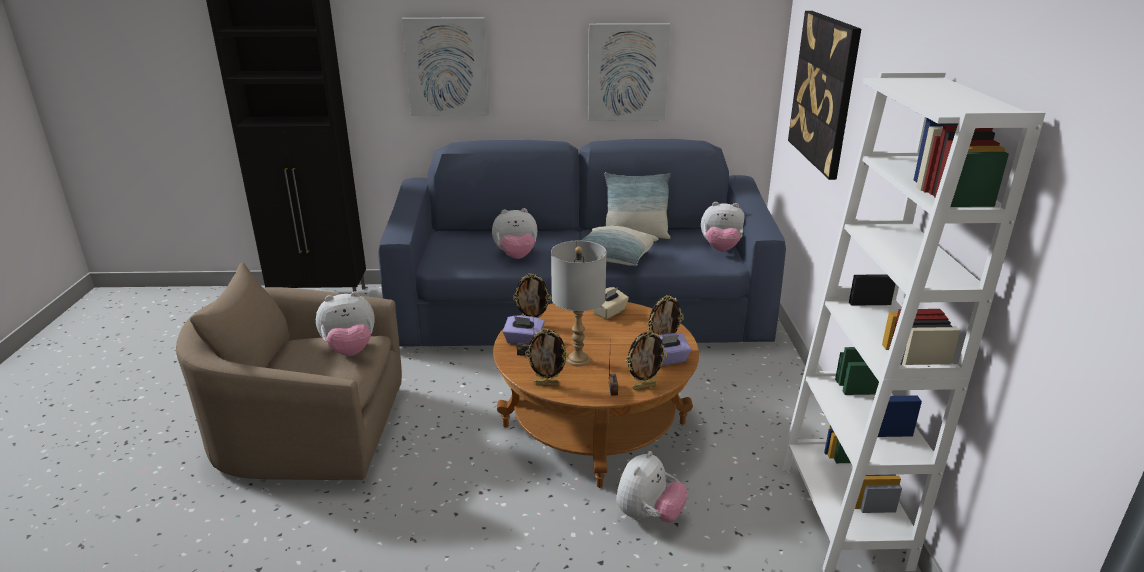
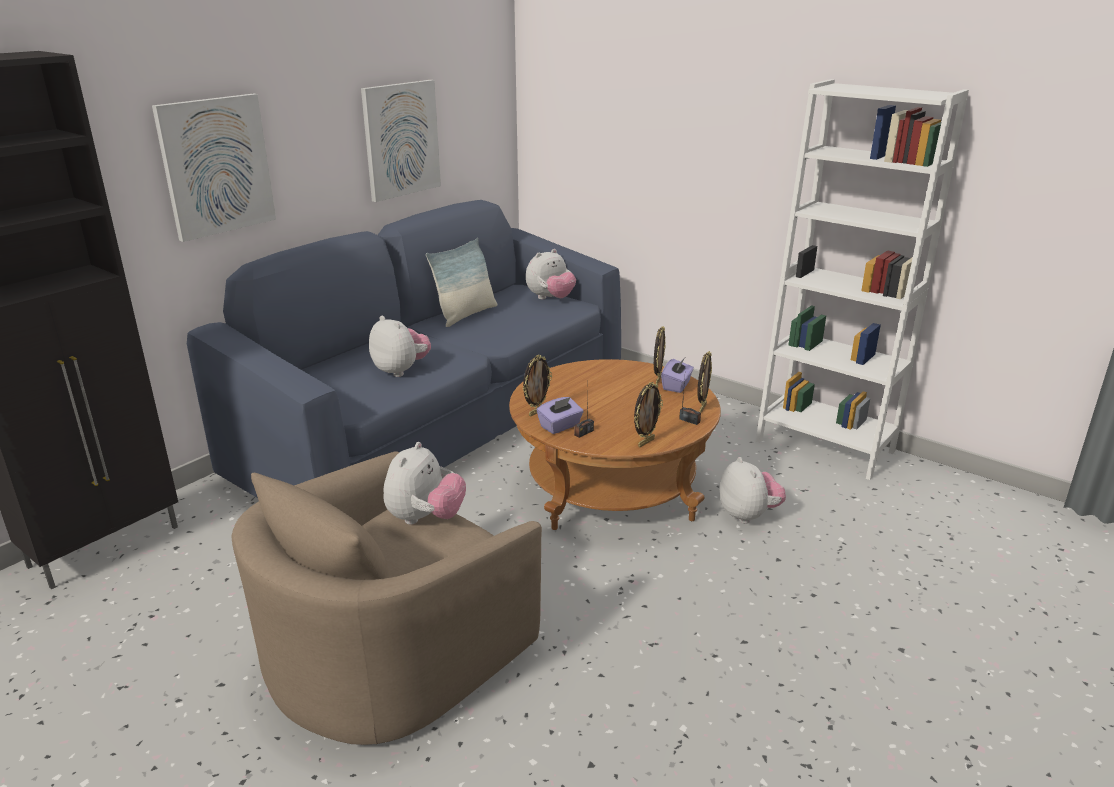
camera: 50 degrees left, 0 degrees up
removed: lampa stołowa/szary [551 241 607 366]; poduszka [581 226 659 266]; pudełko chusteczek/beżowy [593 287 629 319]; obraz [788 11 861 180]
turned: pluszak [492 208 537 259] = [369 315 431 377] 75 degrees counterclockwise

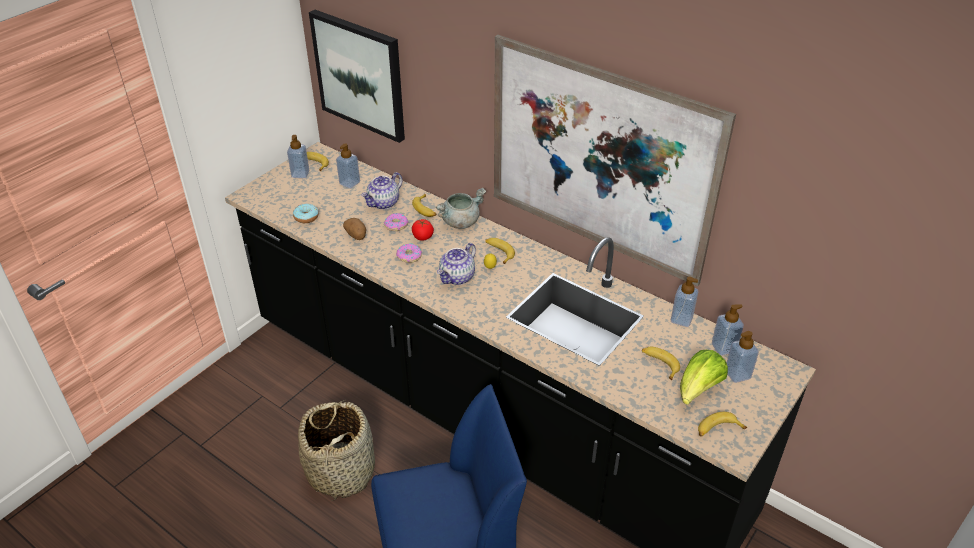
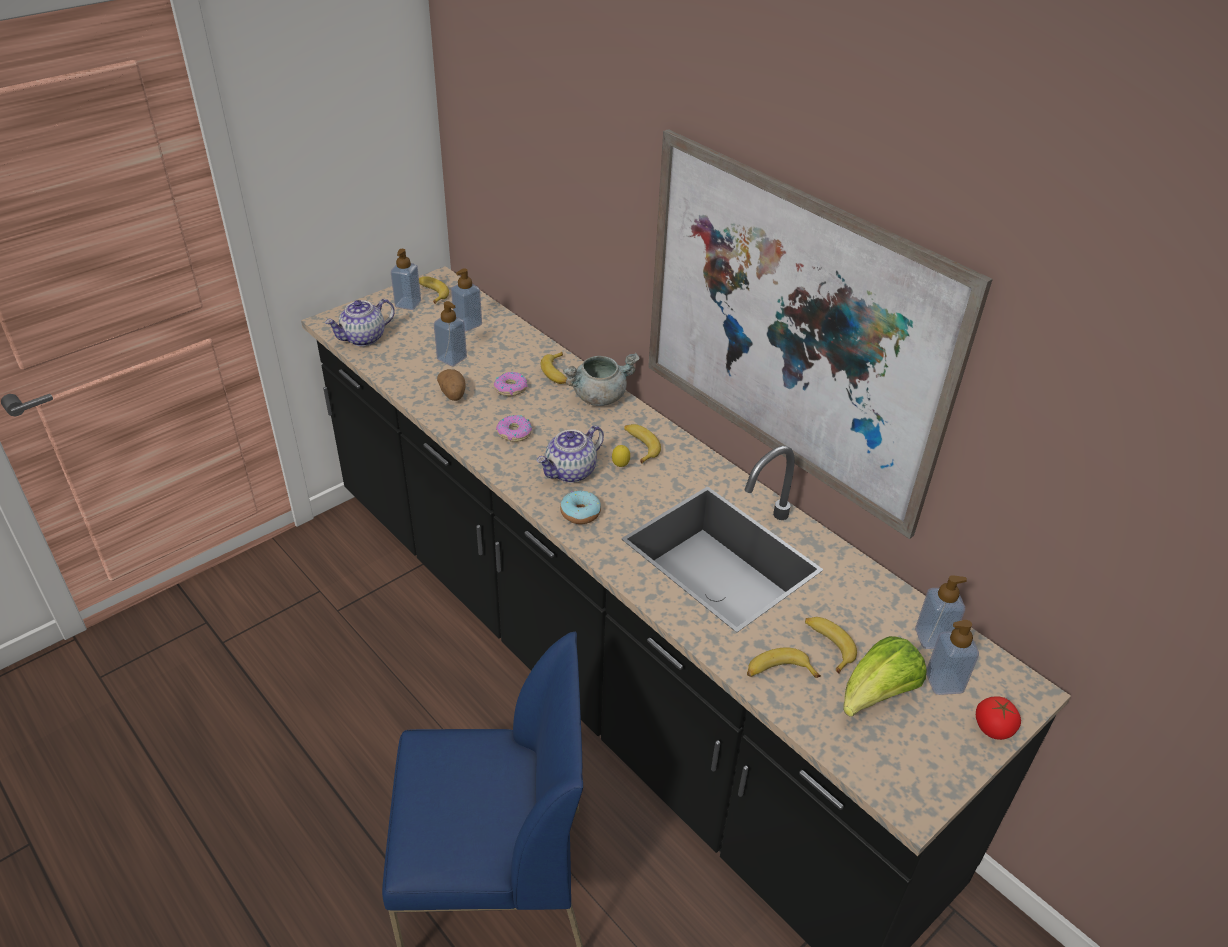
camera: 10 degrees right, 0 degrees up
removed: koszyk [298 400 375 501]; obraz [309 10 405 143]
moved: donut [293 203 319 223] to [560 491 601 524]; imbryk [361 172 403 209] to [325 299 395 346]; pomidor [412 219 434 241] to [976 696 1021 740]; dozownik mydła [671 277 699 327] to [434 301 467 366]; banan [698 412 747 437] to [747 647 821 678]

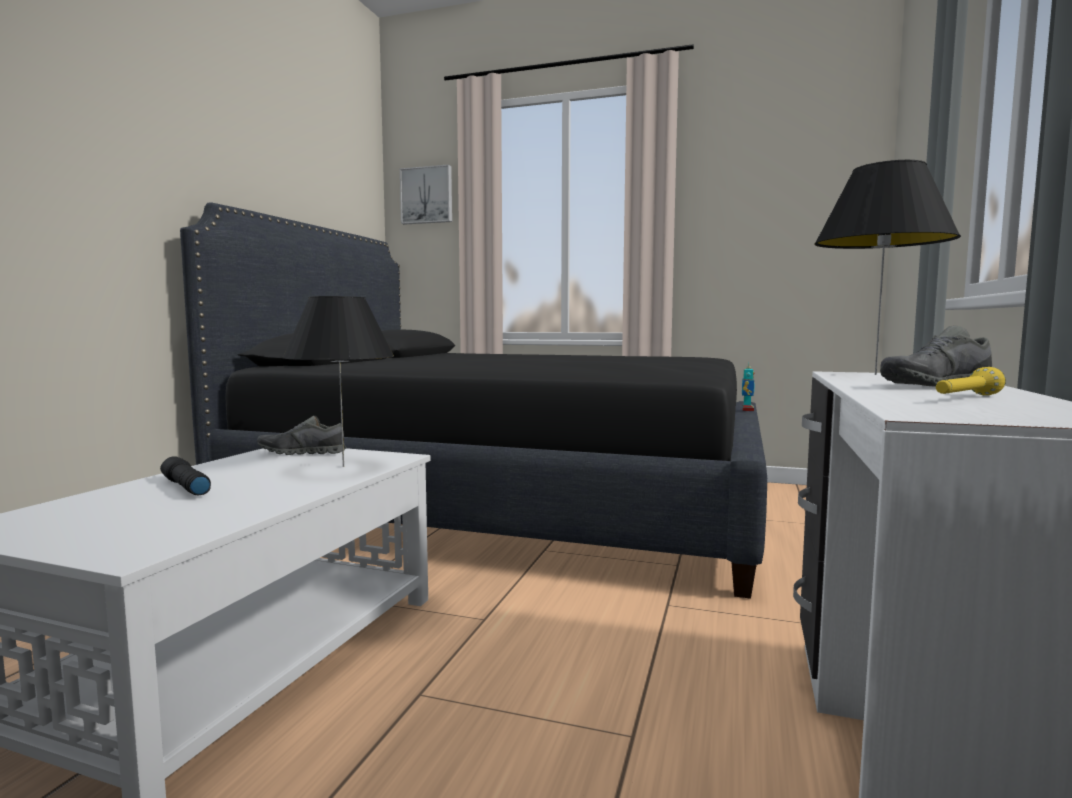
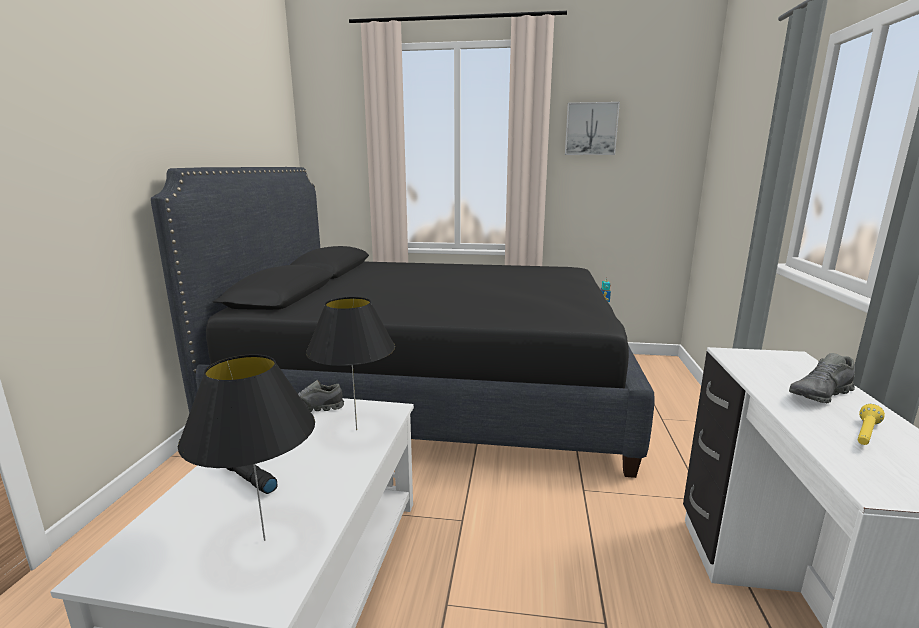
camera: 10 degrees left, 10 degrees up
moved: obraz [400 164 452 225] to [565 102 620 155]; lampa stołowa/czarny [814 160 961 375] to [178 354 315 541]

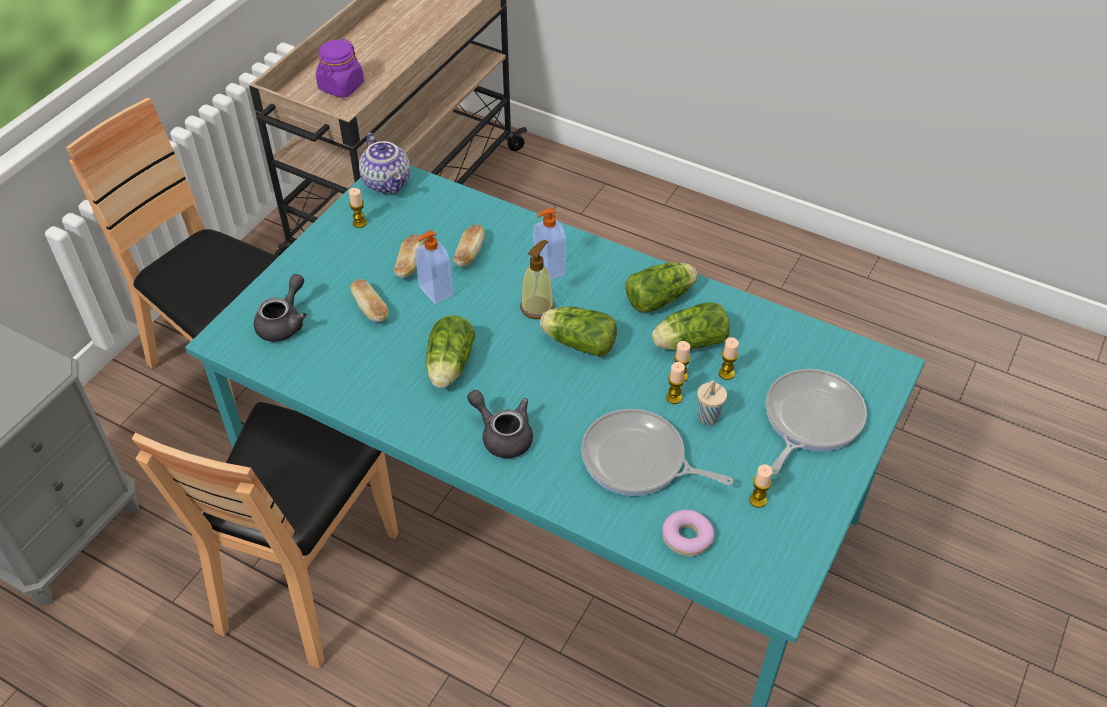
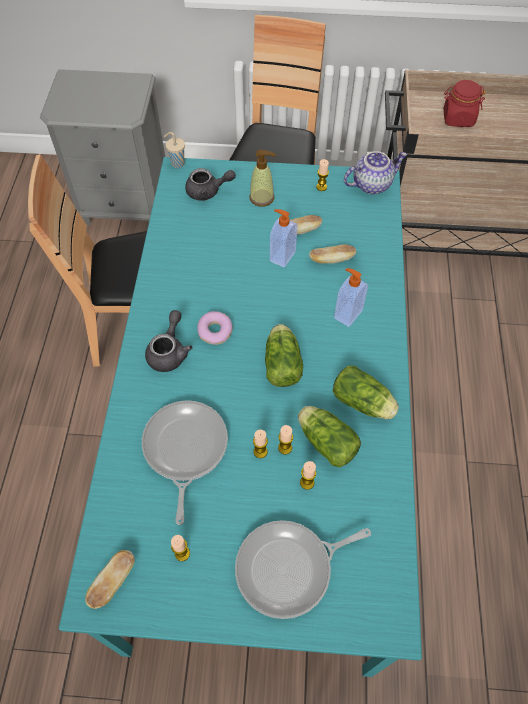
camera: 65 degrees right, 10 degrees up
removed: sałata [426 315 475 388]
moved: chleb [350 279 388 322] to [85 550 135 609]; dozownik mydła [520 240 554 319] to [249 150 276 207]; donut [662 510 715 556] to [197 311 233 345]; filiżanka/beżowy [697 380 727 425] to [164 132 185 168]
recoloured: słoik/fioletowy [316 39 364 98] to słoik/czerwony [443 80 486 127]
turned: imbryk [359 133 410 194] = [344 151 407 194] 150 degrees counterclockwise; patelnia [766 369 867 476] = [235 520 371 619] 150 degrees clockwise

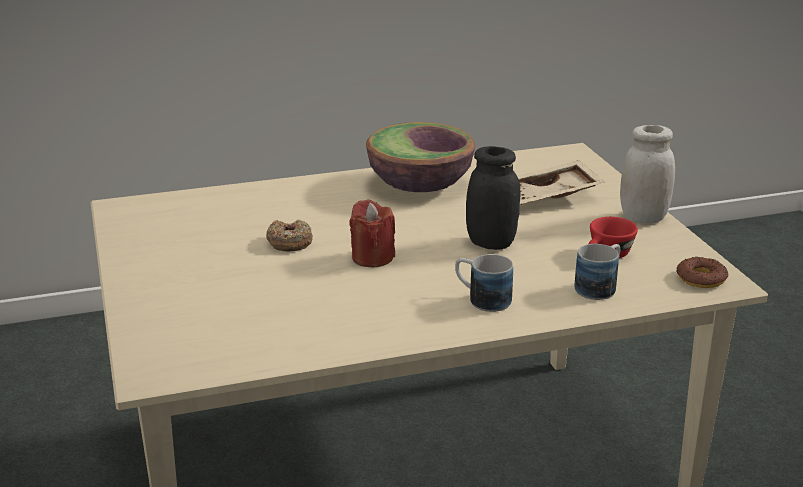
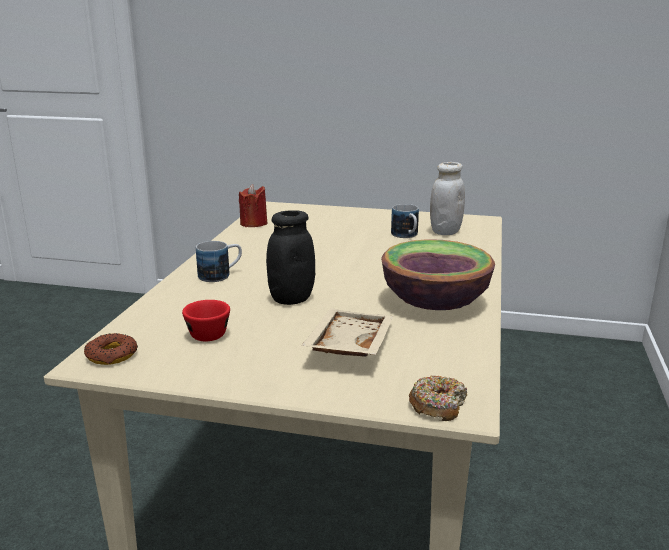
camera: 120 degrees right, 5 degrees down
moved: donut [266 220 313 251] to [409 376 467 421]; świeca/czerwony [349 200 395 267] to [239 184 268 227]; kubek [574 244 620 300] to [391 204 419 238]; słoik/biały [620 125 675 223] to [430 162 465 235]

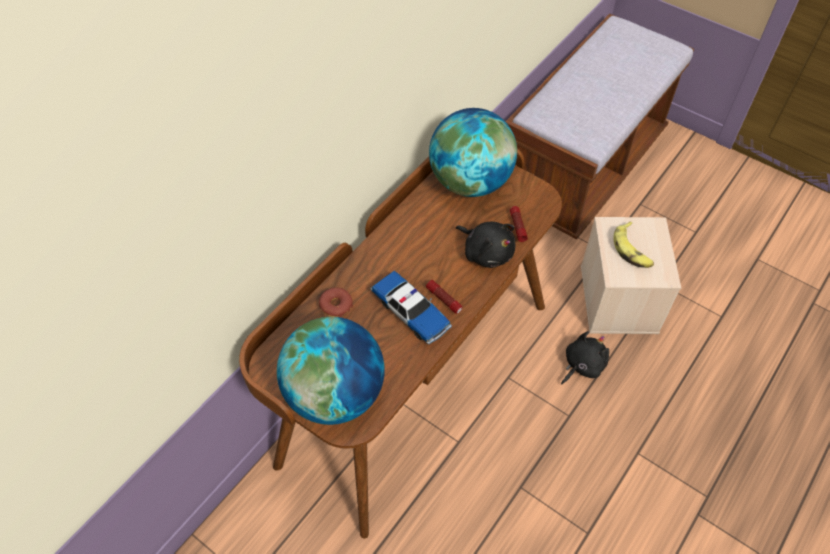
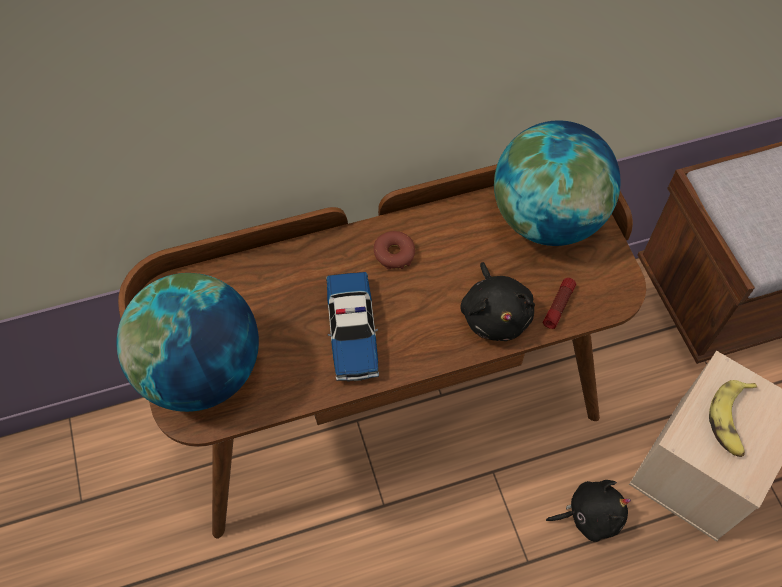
camera: 35 degrees right, 5 degrees up
removed: latarka [426 280 462 314]
moved: donut [319 287 353 317] to [373 231 415 269]

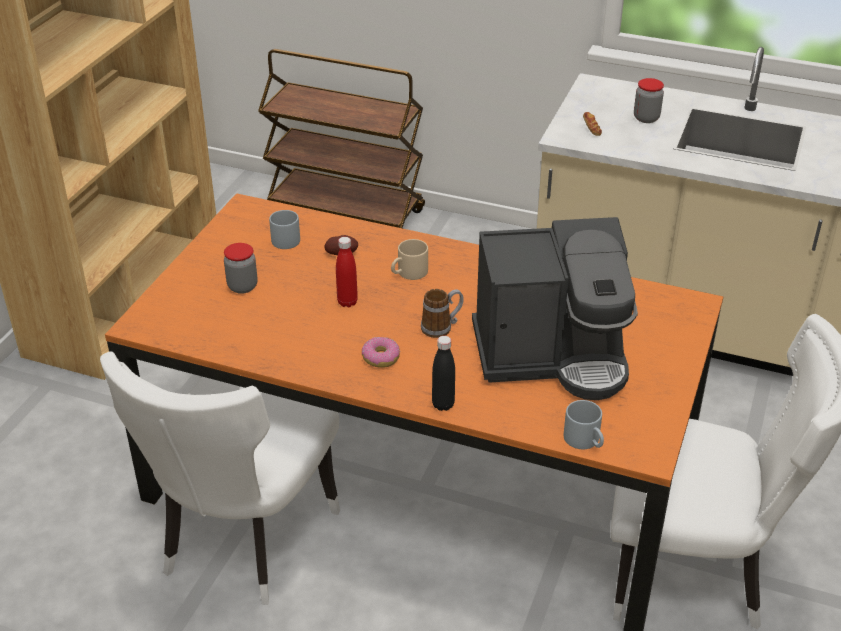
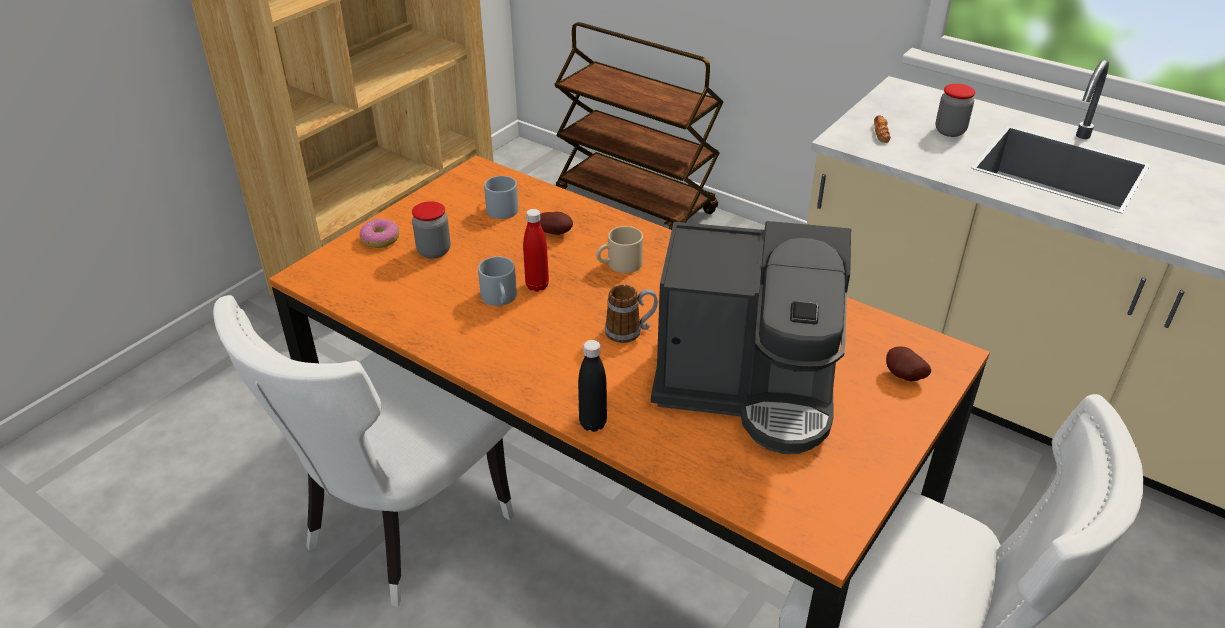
camera: 15 degrees right, 0 degrees up
added: ziemniak [886 346 931 382]
moved: donut [362 337 400 368] to [360 218 399 248]; kubek/szary [564 400 604 449] to [478 256 517 306]

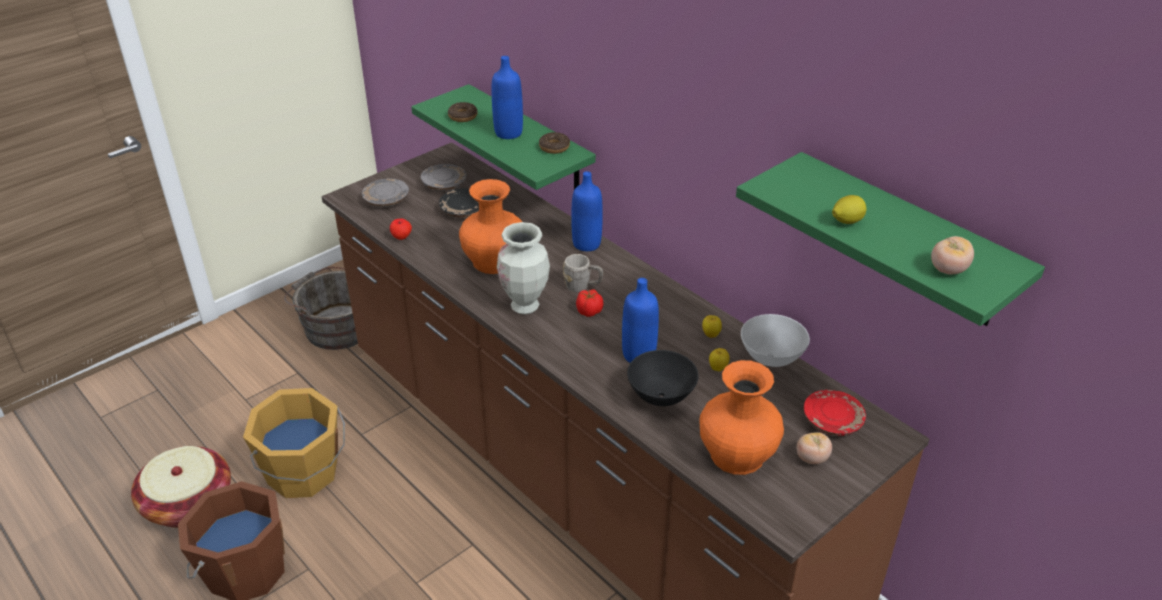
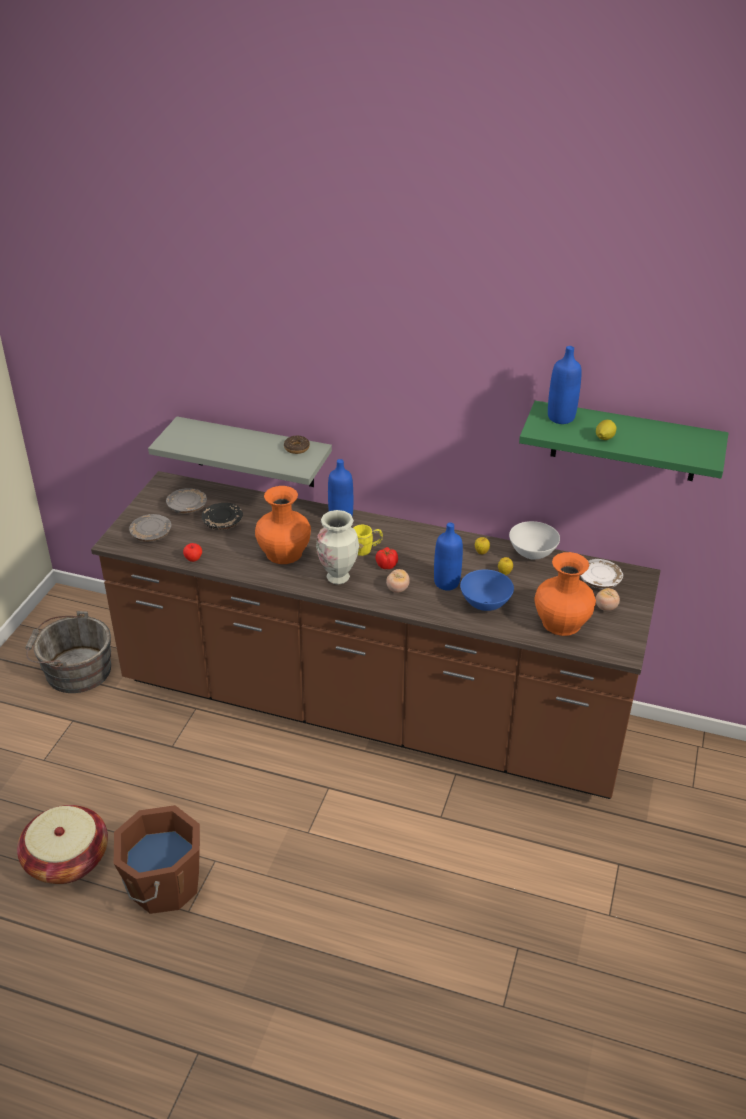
camera: 30 degrees left, 0 degrees up
removed: wiadro/pomarańczowy [243 388 345 498]; donut [448 102 478 122]
moved: butelka/niebieski [492 56 523 139] to [548 346 582 424]; pomidor [931 236 974 275] to [386 569 410 593]
recoloured: półka/zielony [411 84 596 190] to półka/szary [148 416 332 487]; kubek/szary [563 254 603 292] to kubek/żółty [354 525 383 556]; miska/czarny [627 350 699 406] to miska/niebieski [460 570 514 611]; talerz/czerwony [804 390 866 436] to talerz/biały [580 559 623 589]

